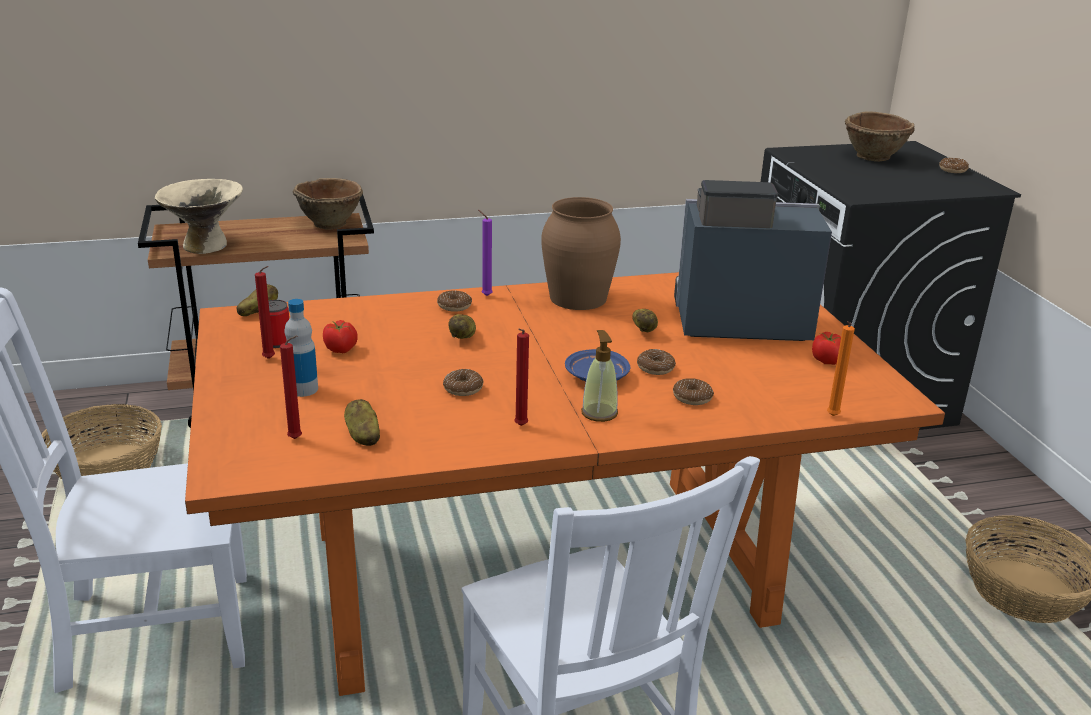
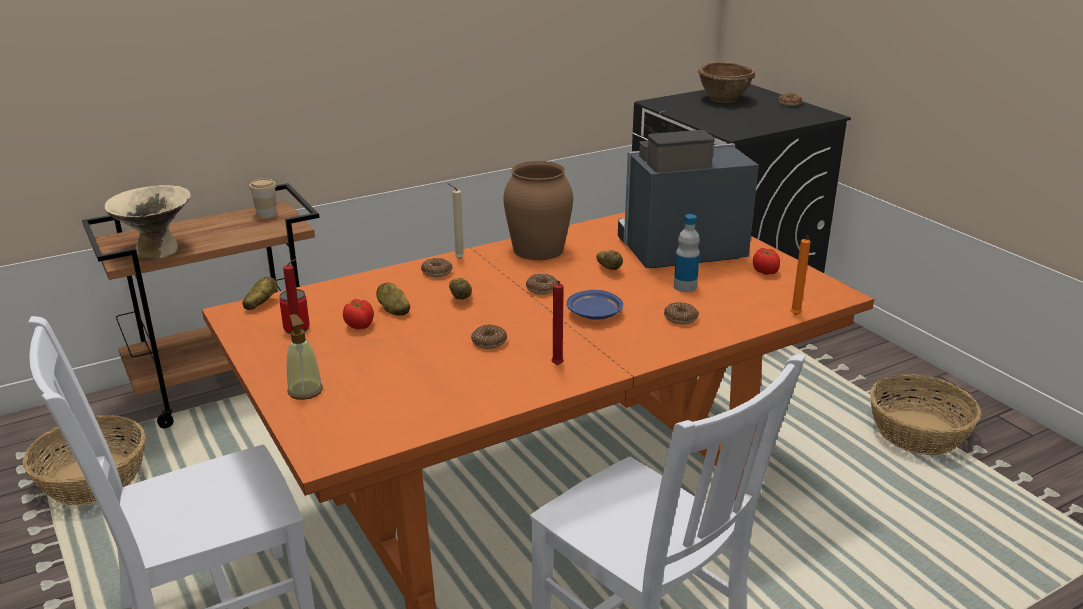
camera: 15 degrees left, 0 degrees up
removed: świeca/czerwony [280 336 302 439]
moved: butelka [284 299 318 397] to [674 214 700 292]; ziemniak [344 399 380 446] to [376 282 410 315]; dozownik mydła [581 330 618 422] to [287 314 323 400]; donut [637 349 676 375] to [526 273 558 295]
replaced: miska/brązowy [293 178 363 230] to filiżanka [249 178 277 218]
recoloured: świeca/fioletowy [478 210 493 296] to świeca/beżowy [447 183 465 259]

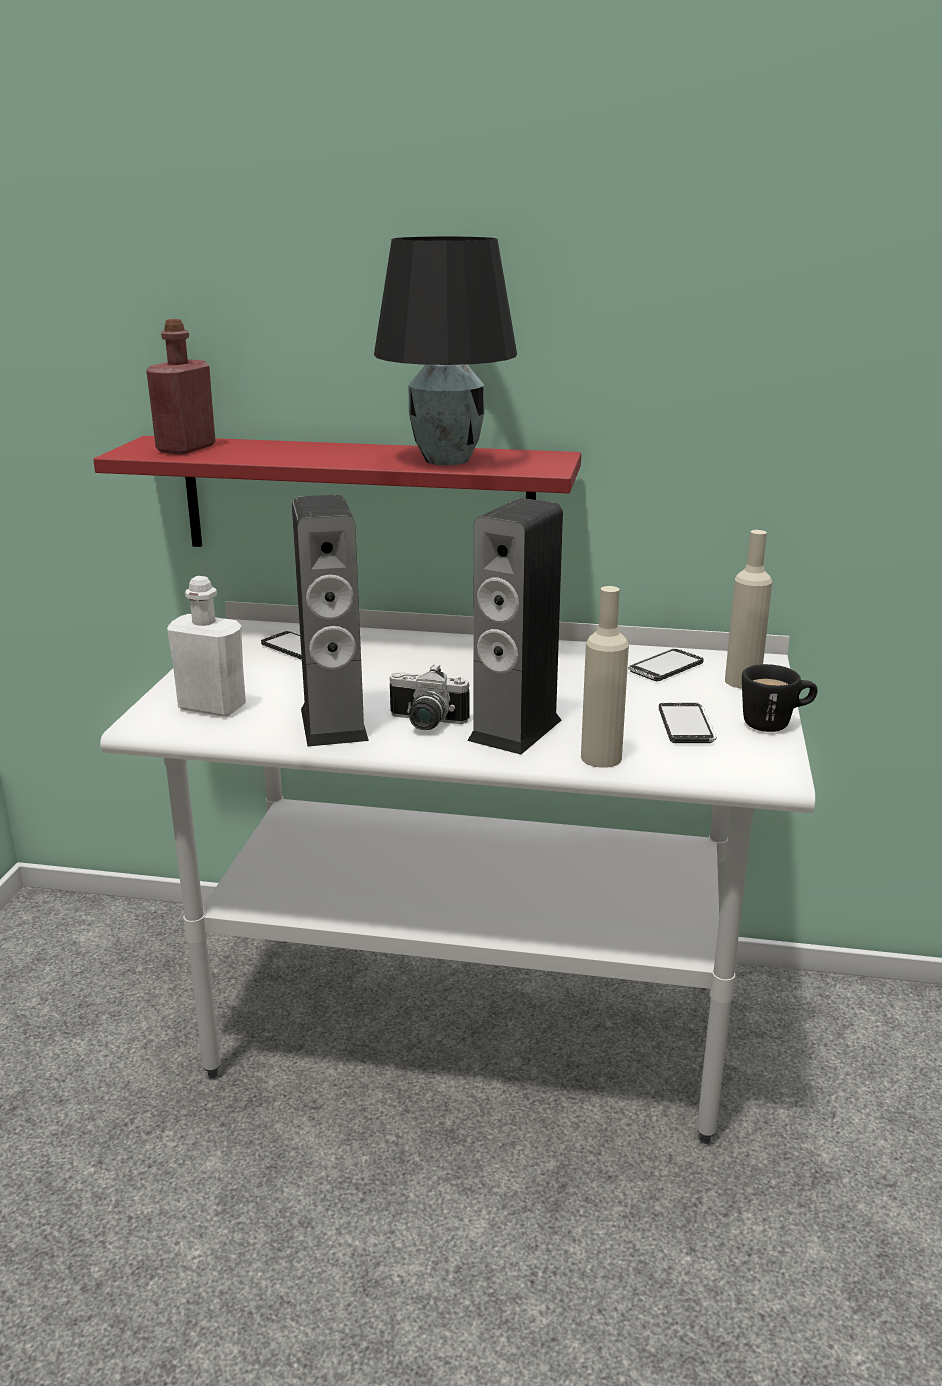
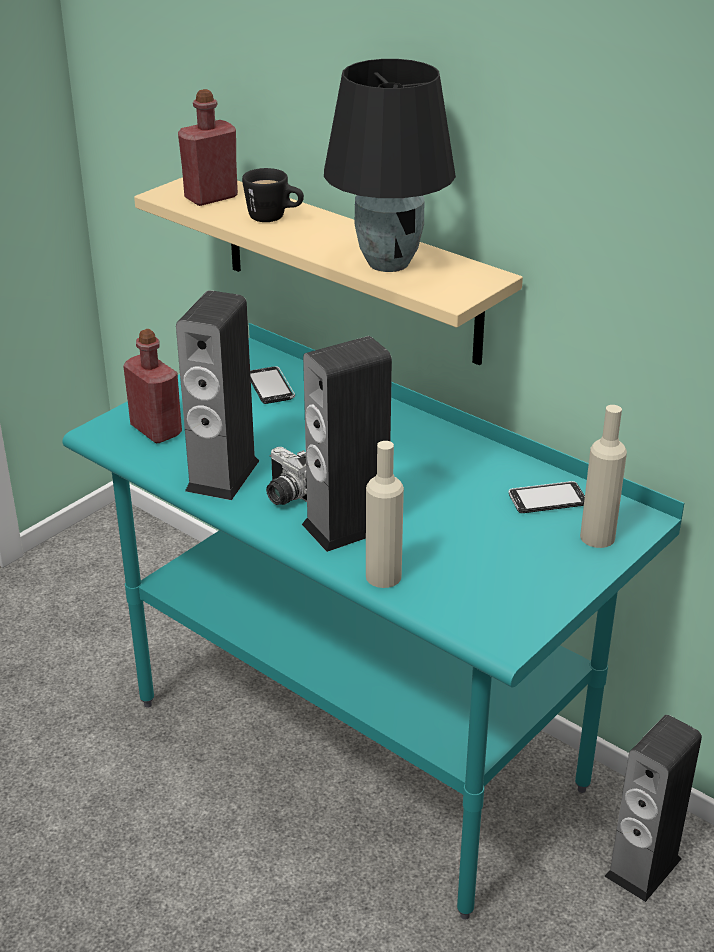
camera: 30 degrees right, 10 degrees up
removed: telefon [659 703 716 743]
added: głośnik [604 715 702 902]
moved: kubek/czarny [742 664 818 732] to [242 168 304 222]
recoloured: półka/czerwony [93 436 581 547] to półka/beżowy [134 177 523 365]; biurko/biały [100 601 815 1144] to biurko/turkusowy [62 323 684 920]; butelka/biały [167 576 246 717] to butelka/czerwony [123 329 182 443]

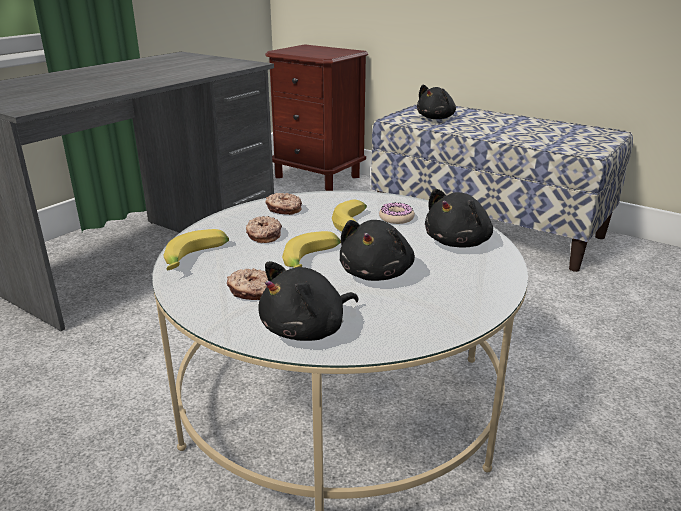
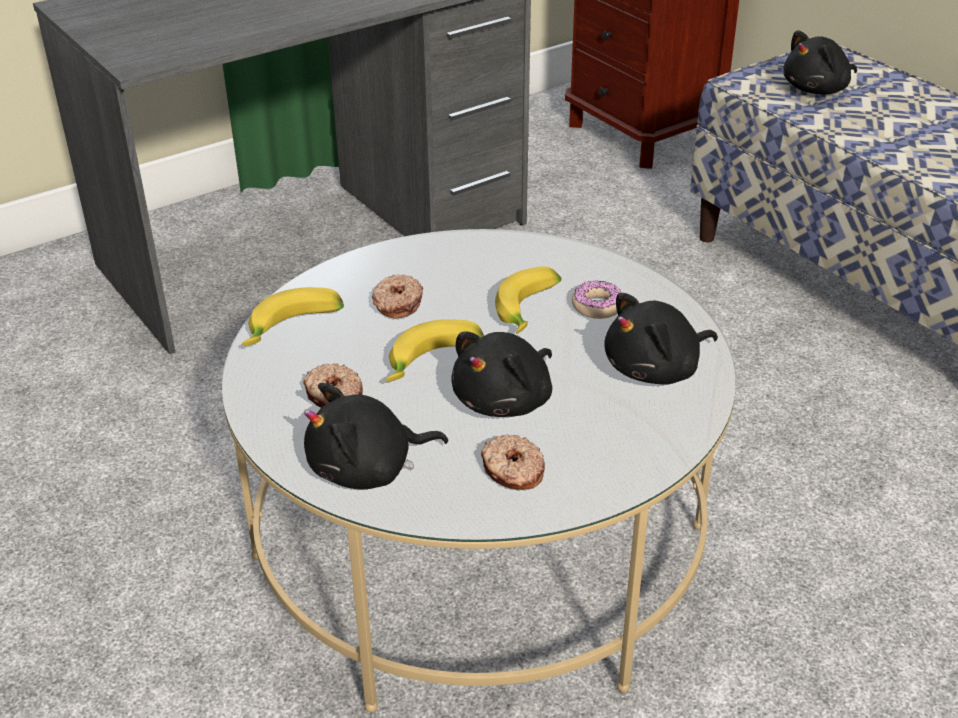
camera: 20 degrees right, 10 degrees up
moved: donut [265 193 302 215] to [481 434 545 490]

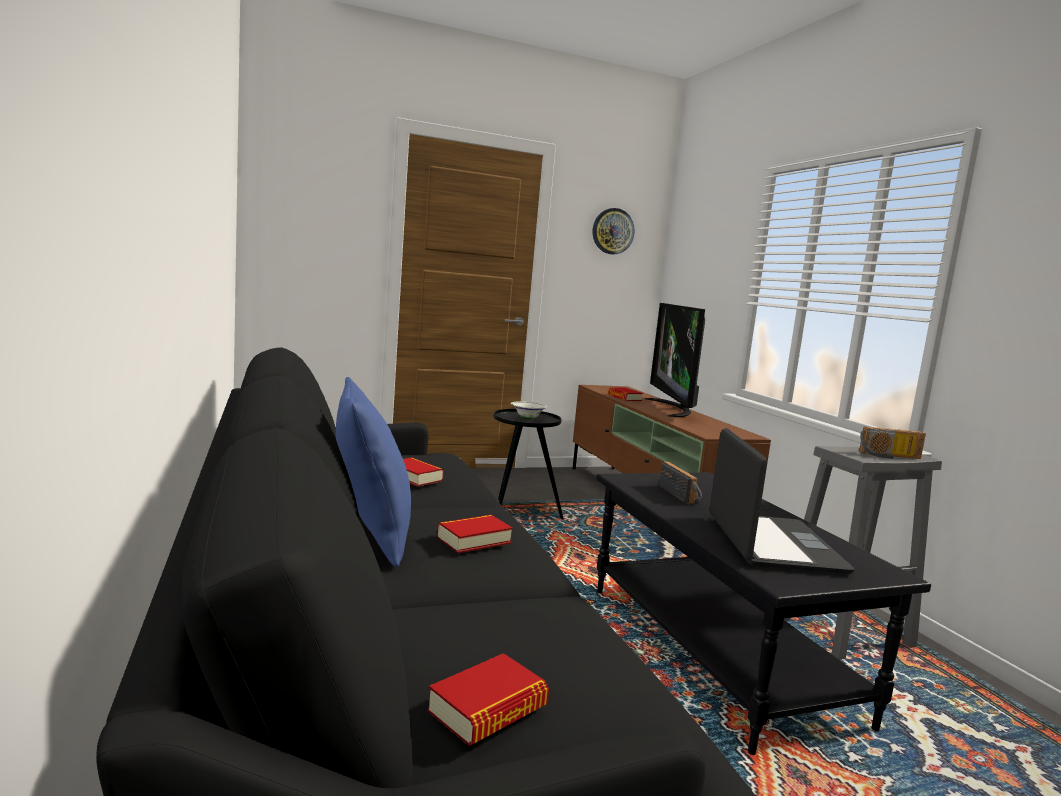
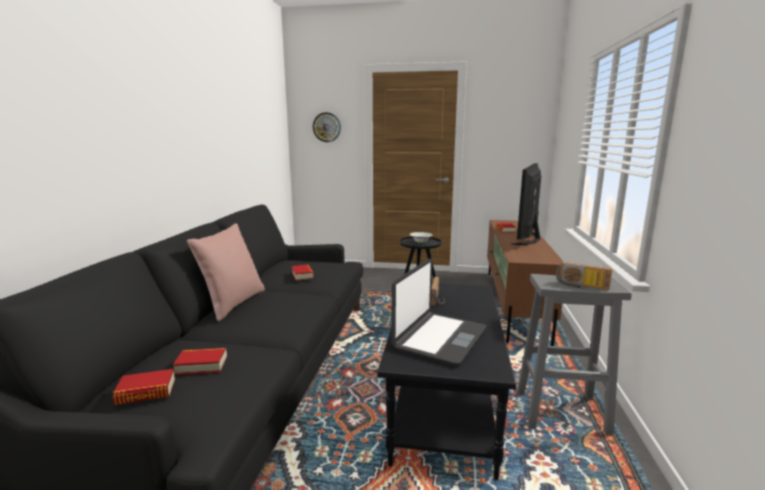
camera: 30 degrees right, 5 degrees up
moved: książka [437 515 513 553] to [173 348 227 375]; zegar ścienny [593 208 635 254] to [313 112 341 142]
recoloured: poduszka/niebieski [336 377 411 567] to poduszka/różowy [187 223 265 321]

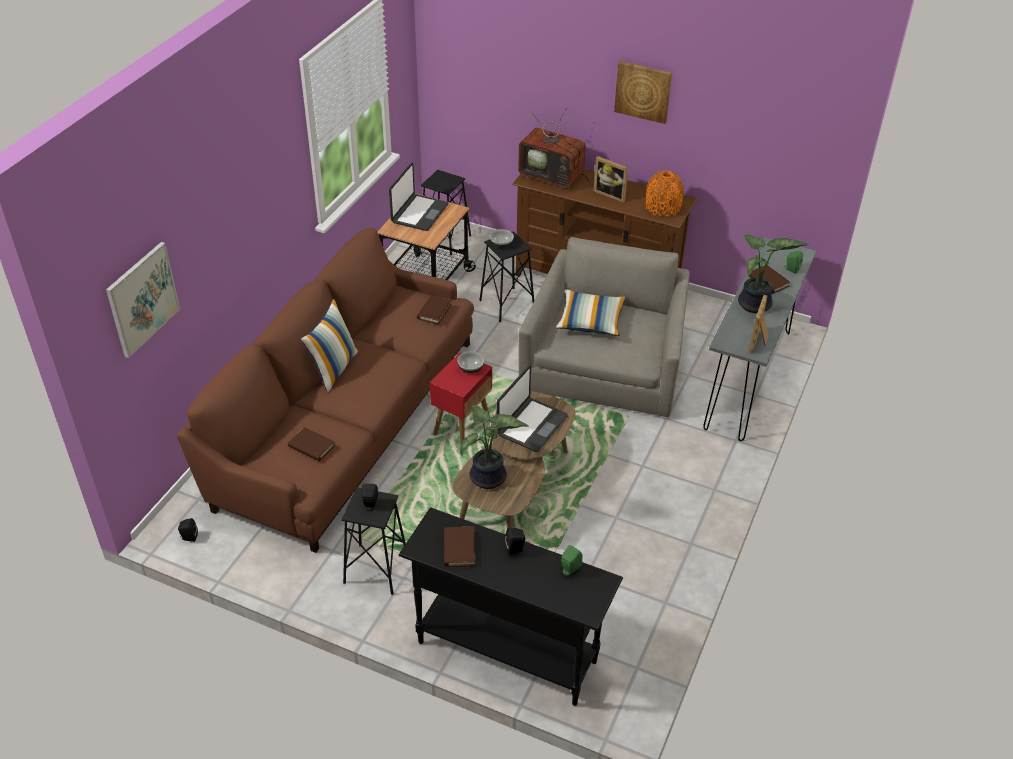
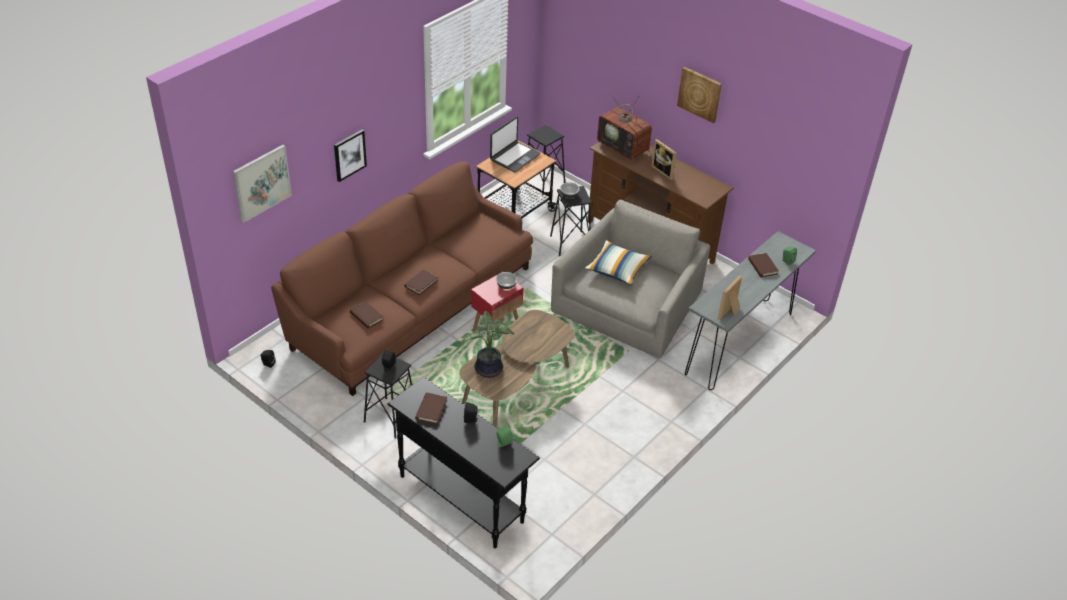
camera: 15 degrees right, 0 degrees up
removed: poduszka [301 299 359 392]; laptop [496 365 568 452]; wazon/pomarańczowy [645 171 684 217]; roślina doniczkowa [738 235 809 313]
added: obraz [334 129 367 182]
moved: książka/brązowy [417 295 452 325] to [404 270 438 295]

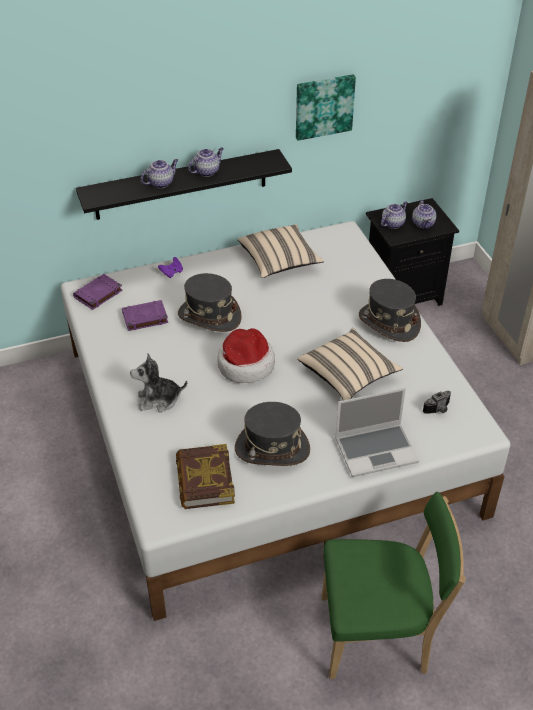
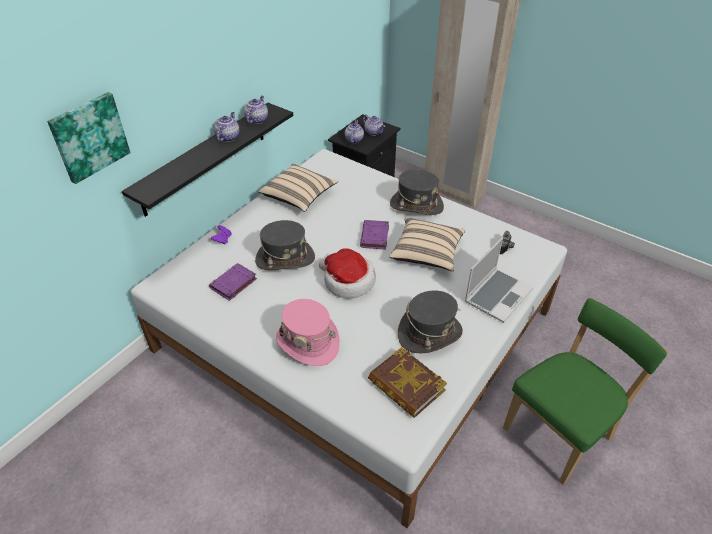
camera: 35 degrees left, 0 degrees up
moved: książka/fioletowy [73 274 123 310] to [360 220 389 250]; imbryk [141 159 178 188] to [244 96 268 124]; obraz [296 74 356 141] to [47 92 130 184]
replaced: pluszak [130 353 187 412] to kapelusz/różowy [276 299 340 366]

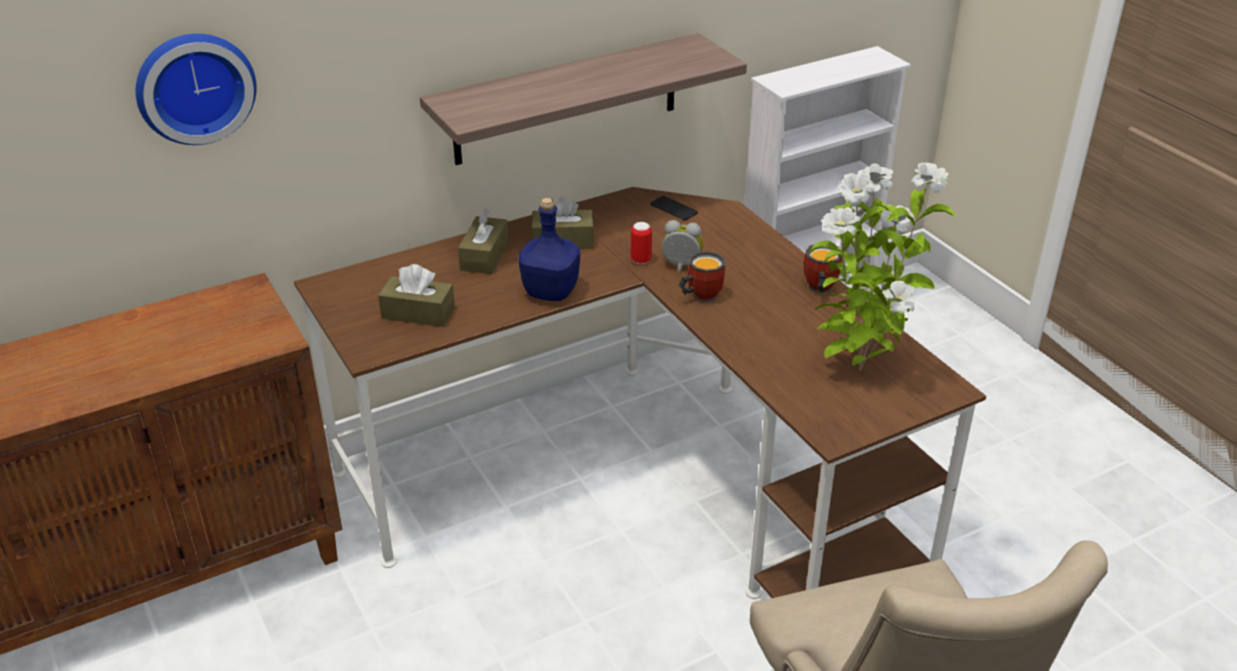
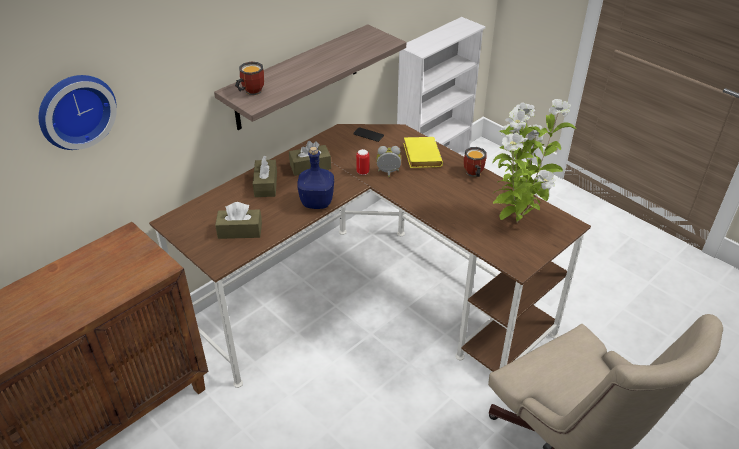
camera: 15 degrees left, 5 degrees up
added: książka/żółty [403 137 443 168]
moved: kubek [679 251 725 302] to [235 62 264 95]

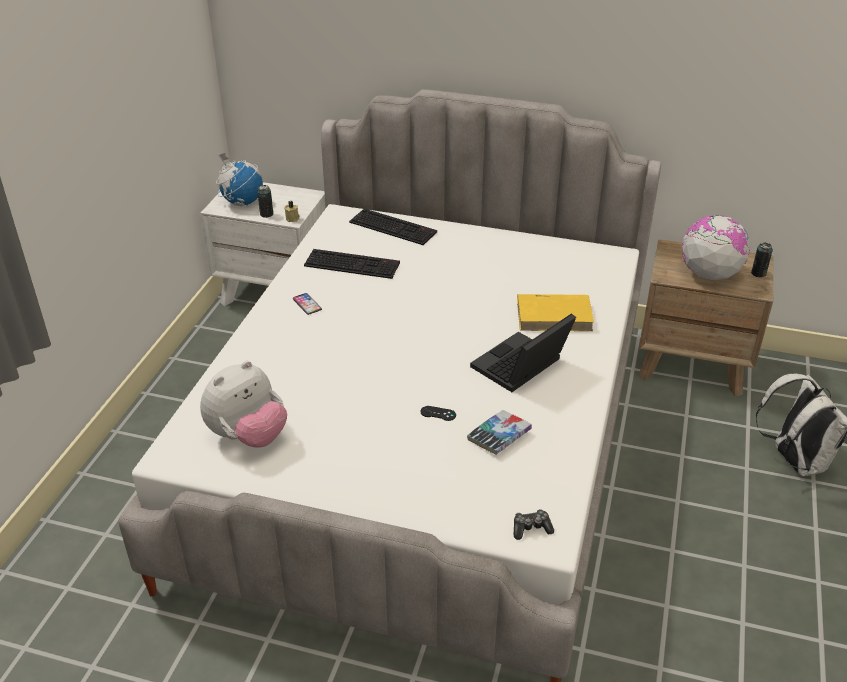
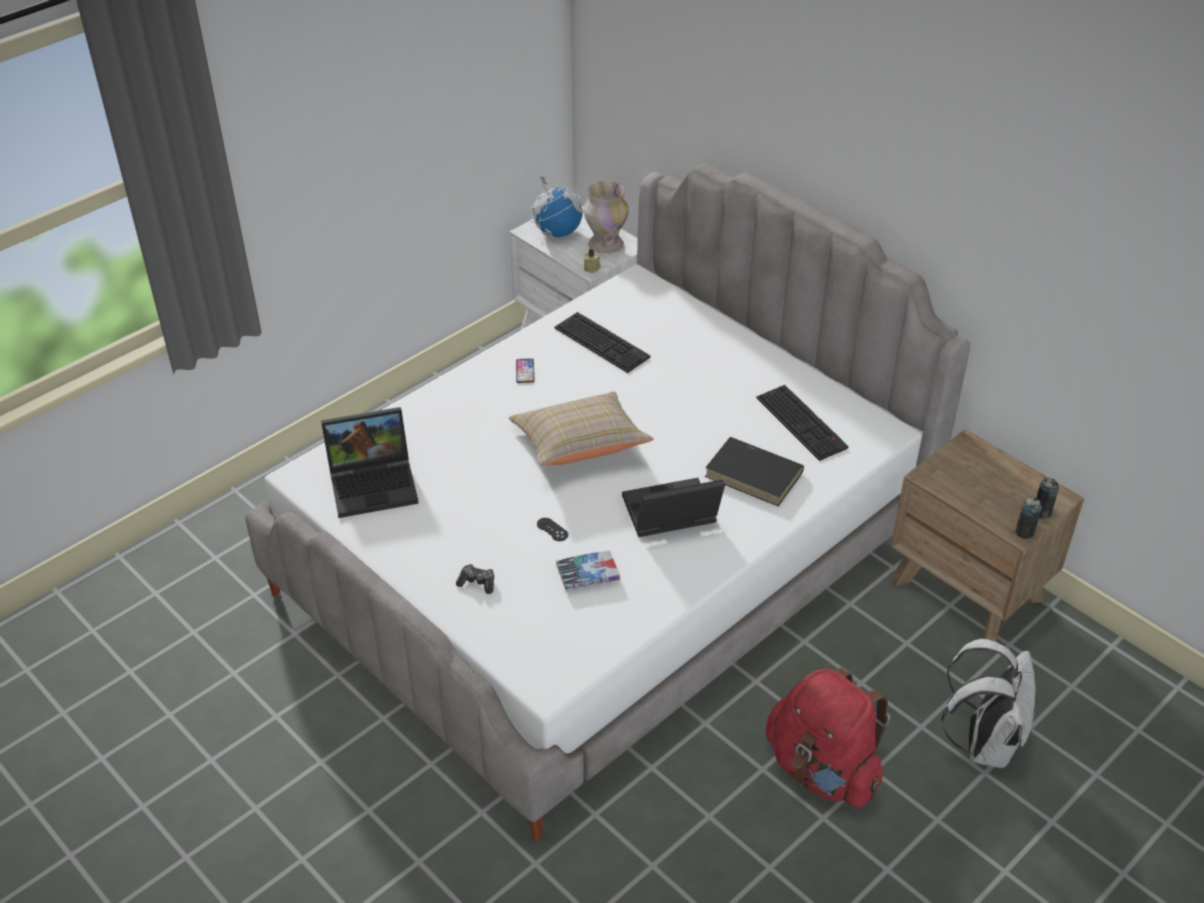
camera: 30 degrees right, 5 degrees up
removed: globus [682 215 750 281]
added: poduszka/beżowy [509 392 654 466]; wazon [584 181 629 254]; plecak/czerwony [766 668 890 807]
moved: puszka [257 185 273 218] to [1015 498 1042 539]; klawiatura [349 208 437 245] to [756 385 849 461]; pad do gier [514 509 554 540] to [456 564 494 594]
replaced: pluszak [200 361 287 447] to laptop [321 407 419 518]
recoloured: książka/żółty [517 294 594 331] to książka/czarny [705 437 804 506]

